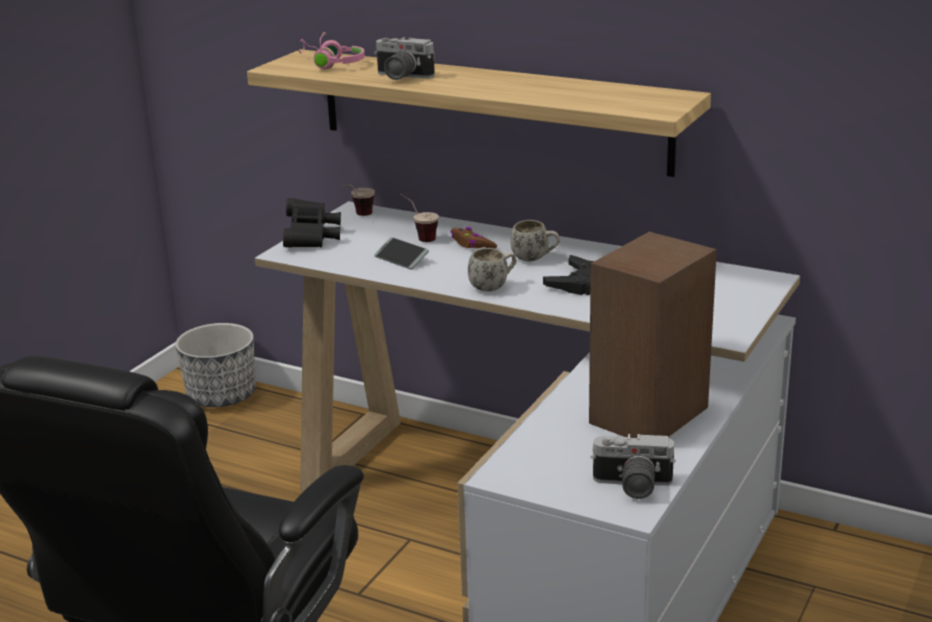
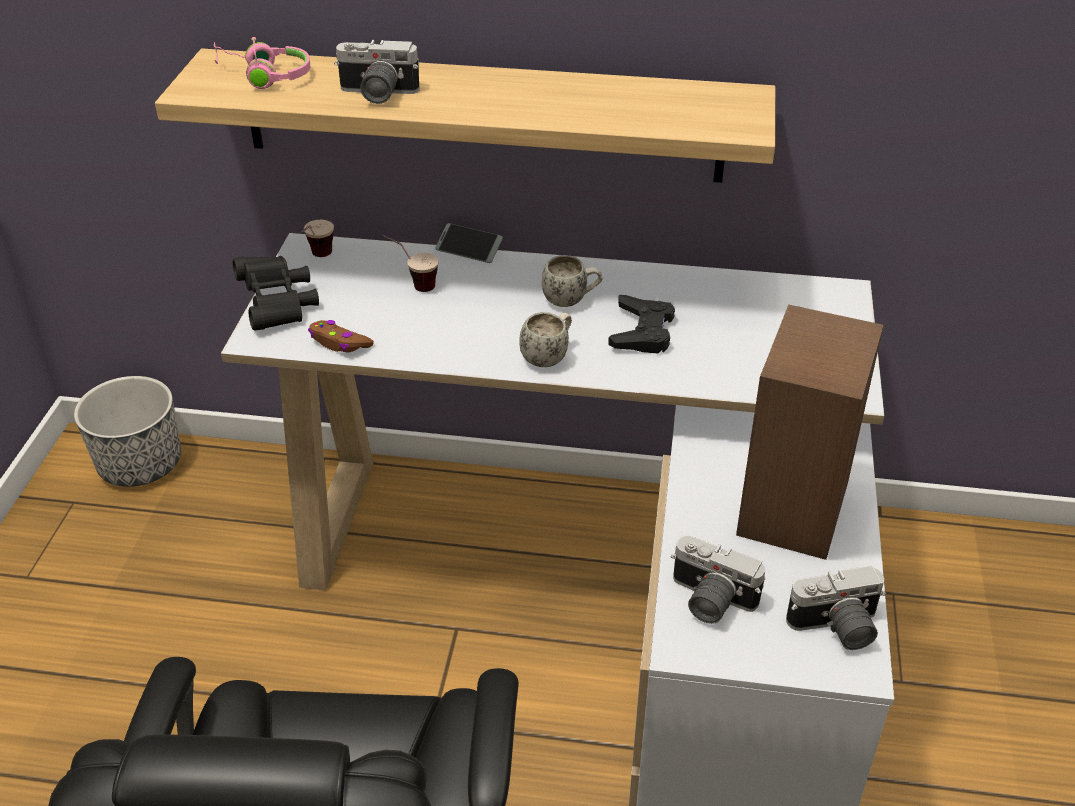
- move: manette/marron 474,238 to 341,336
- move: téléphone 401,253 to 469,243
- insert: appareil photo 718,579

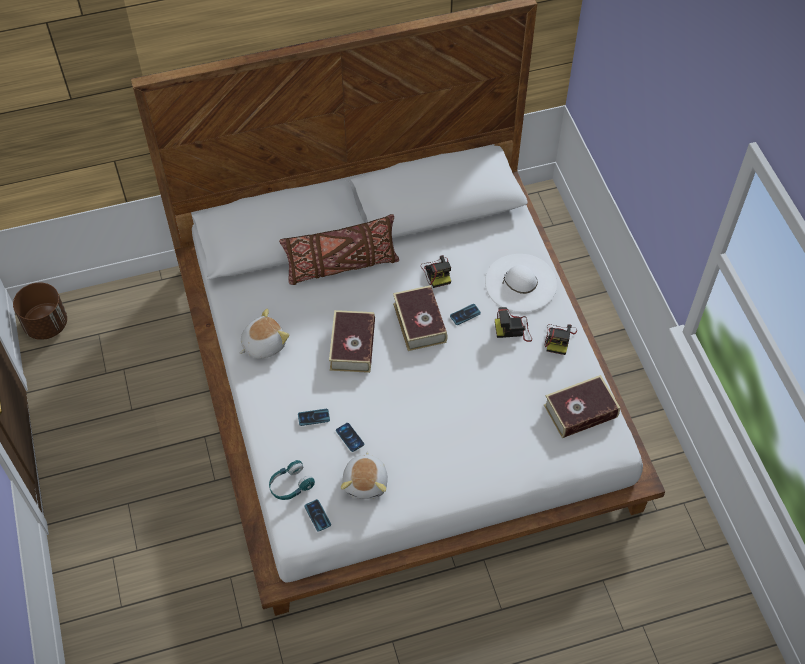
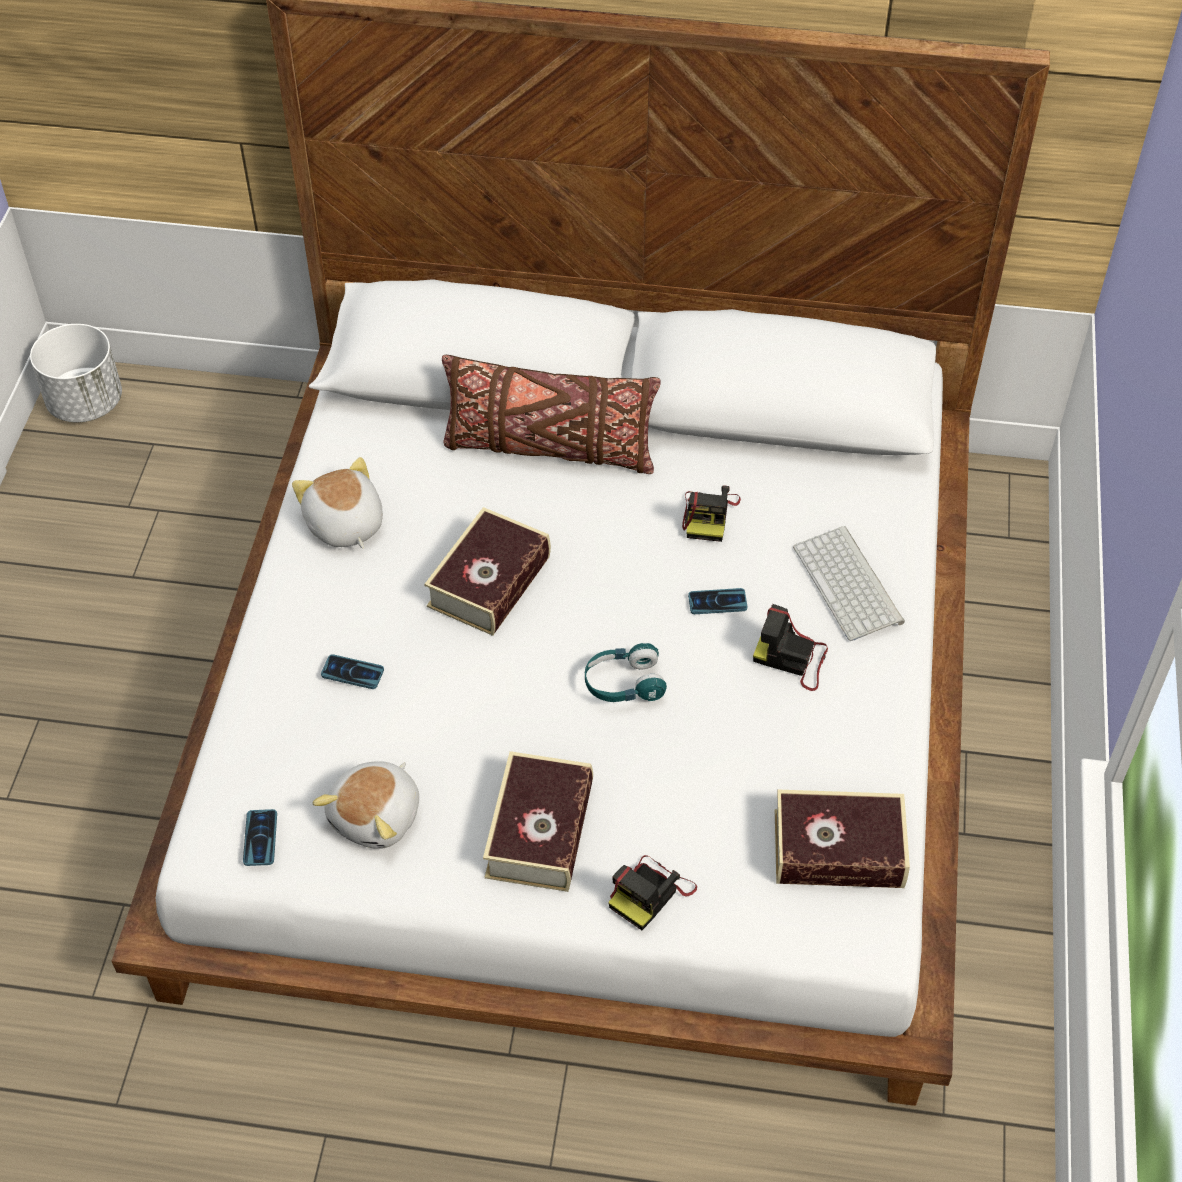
- recolor: cache-pot/marron 40,311 to cache-pot/blanc 76,373
- rotate: peluche 264,333 = 337,503 105 degrees counterclockwise
- move: livre 420,318 to 538,821
- move: casque audio/turquoise 292,480 to 626,672
- move: appareil photo 561,339 to 652,892
- replace: chapeau/blanc 521,283 to clavier 849,583
- delete: téléphone 350,437

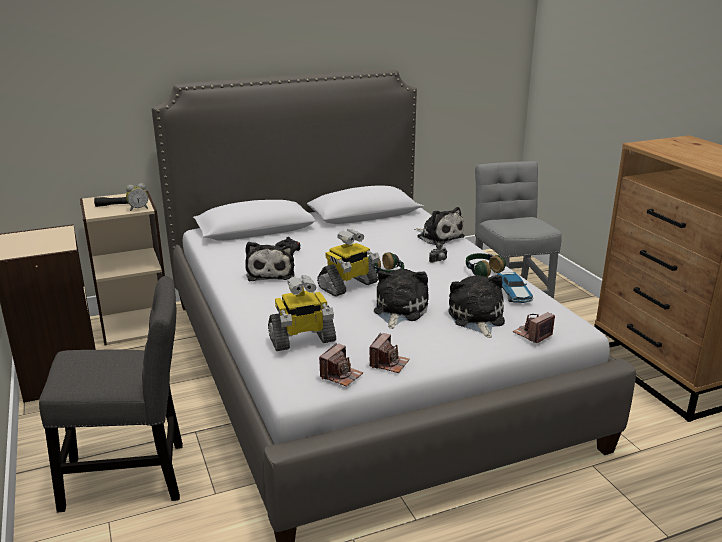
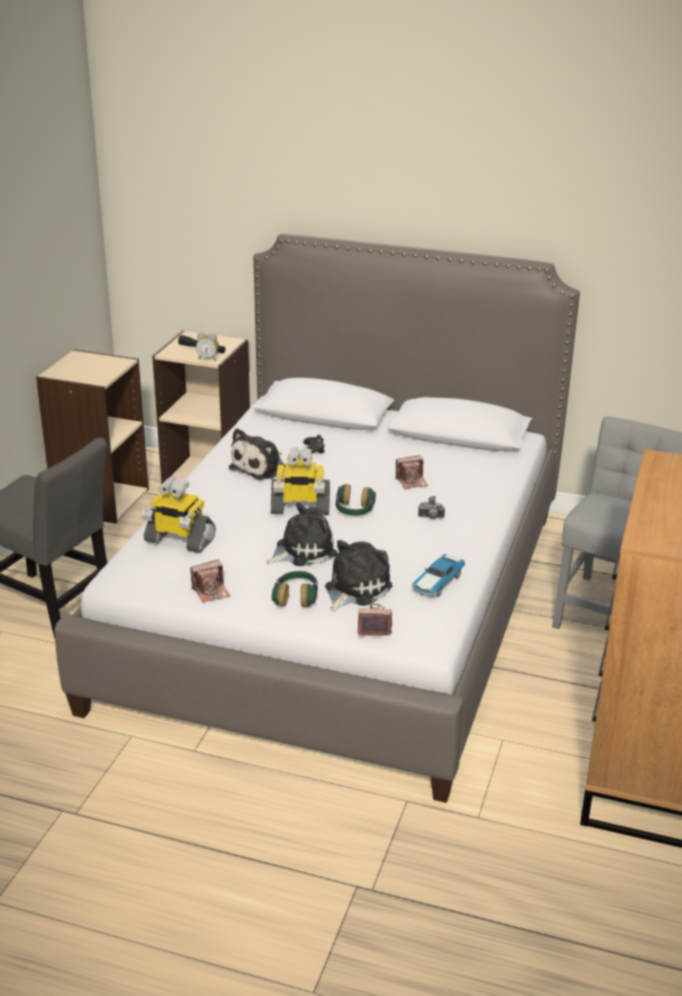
- move: casque audio 486,265 to 295,589
- move: appareil photo 341,365 to 411,472
- delete: peluche 439,226

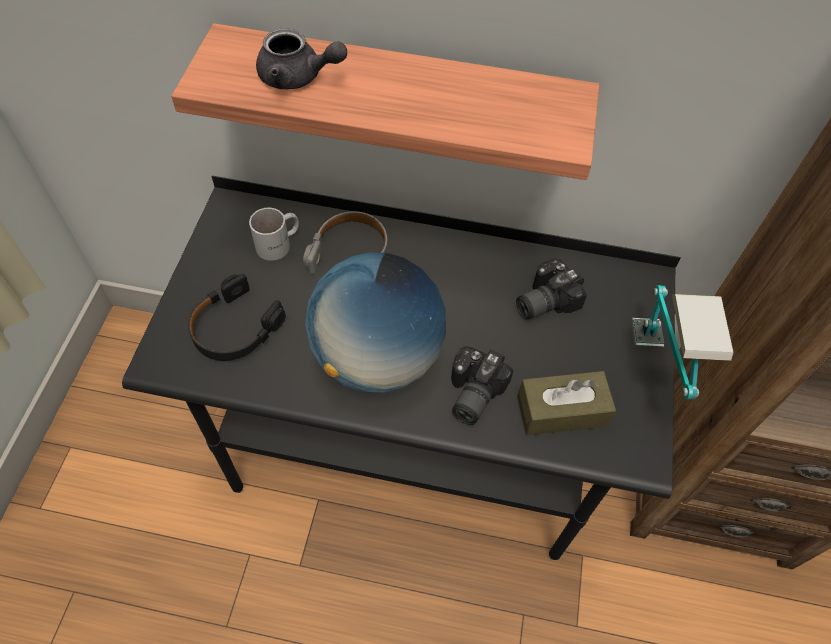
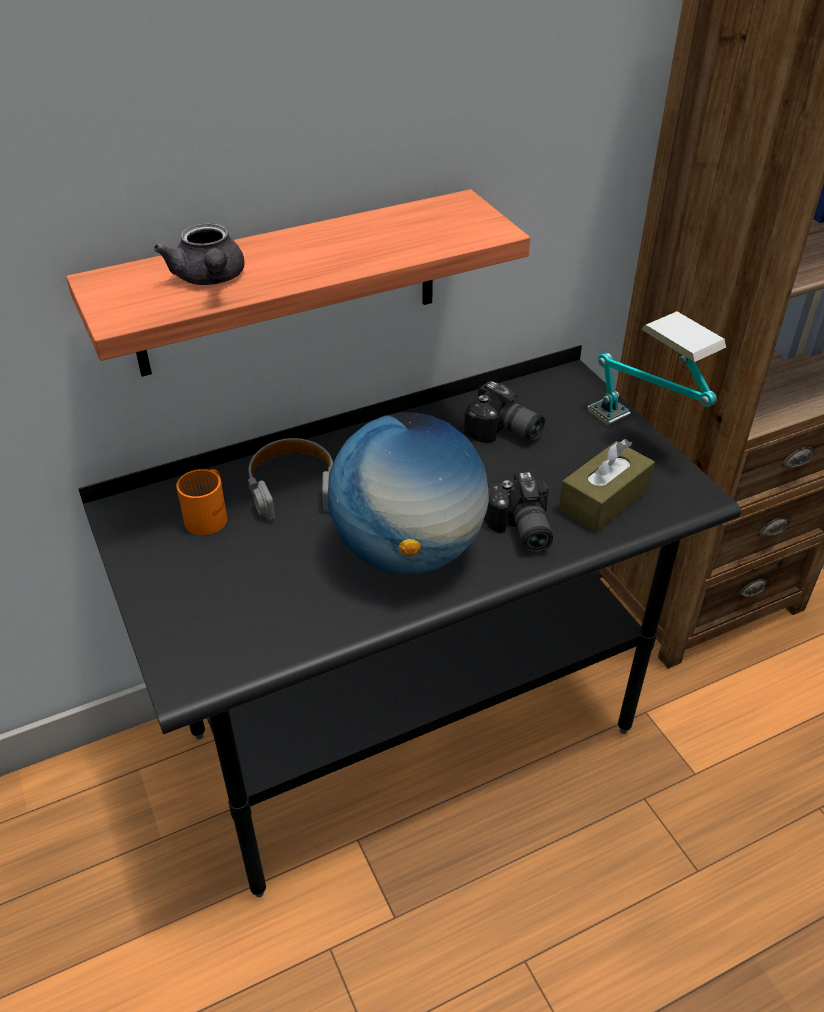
- rotate: théière/gris 301,58 = 199,254 90 degrees clockwise
- recolor: mug/blanc 274,234 to mug/orange 201,502
- rotate: appareil photo 551,289 = 504,412 75 degrees counterclockwise
- delete: casque audio/noir 237,317

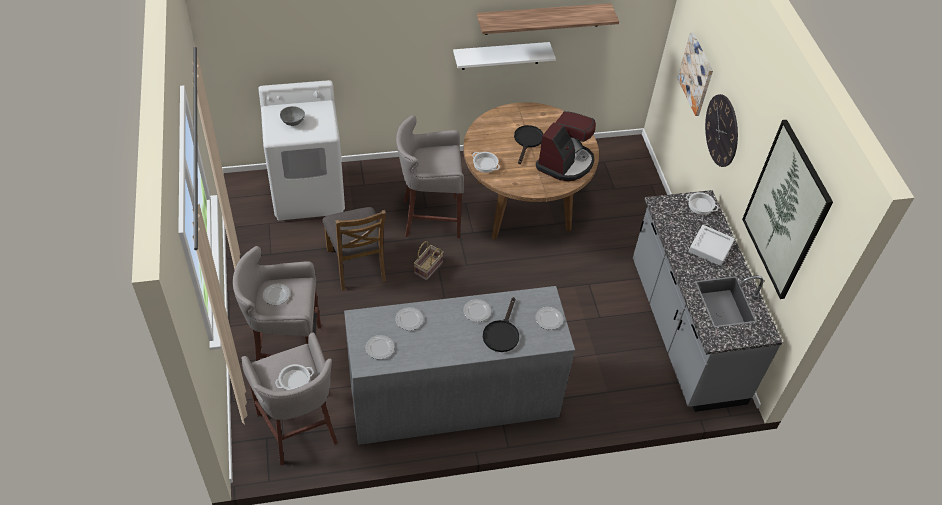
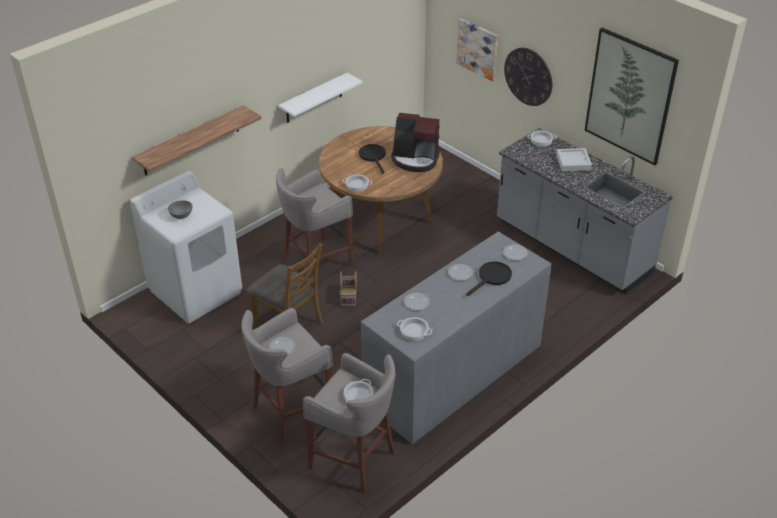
- move: étagère 548,19 to 197,140
- rotate: machine à café 566,146 = 416,142 105 degrees clockwise
- replace: assiette 379,347 to marmite 415,329
- rotate: poêle/noir 501,324 = 489,279 120 degrees counterclockwise

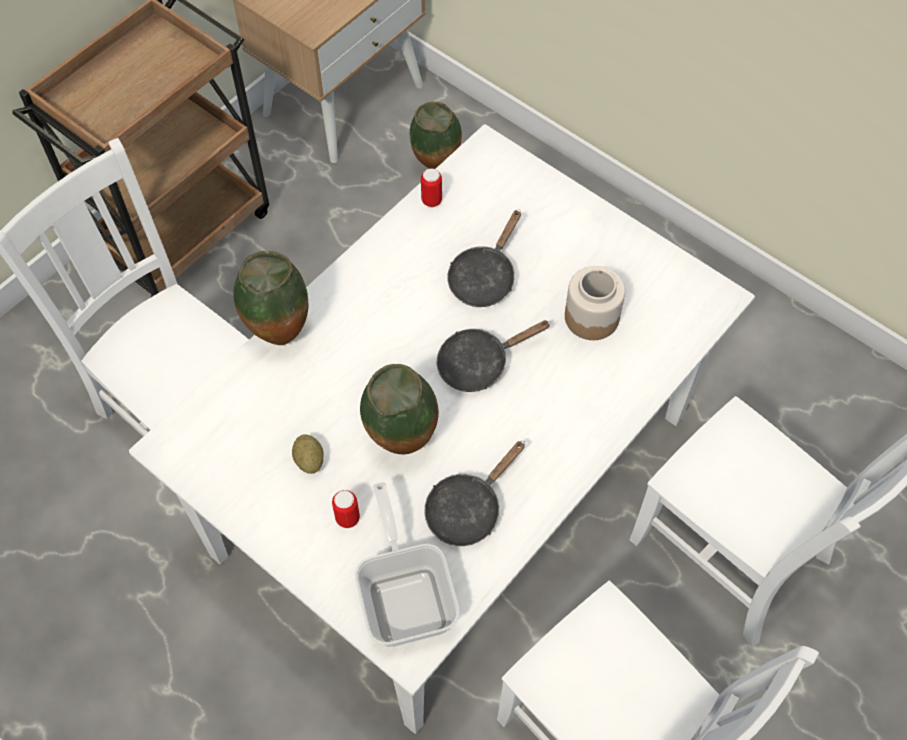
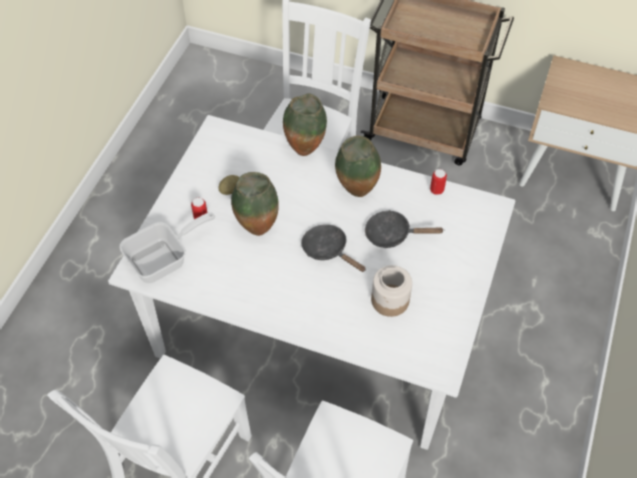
- move: vase 436,135 to 358,166
- delete: poêle/noir 474,493

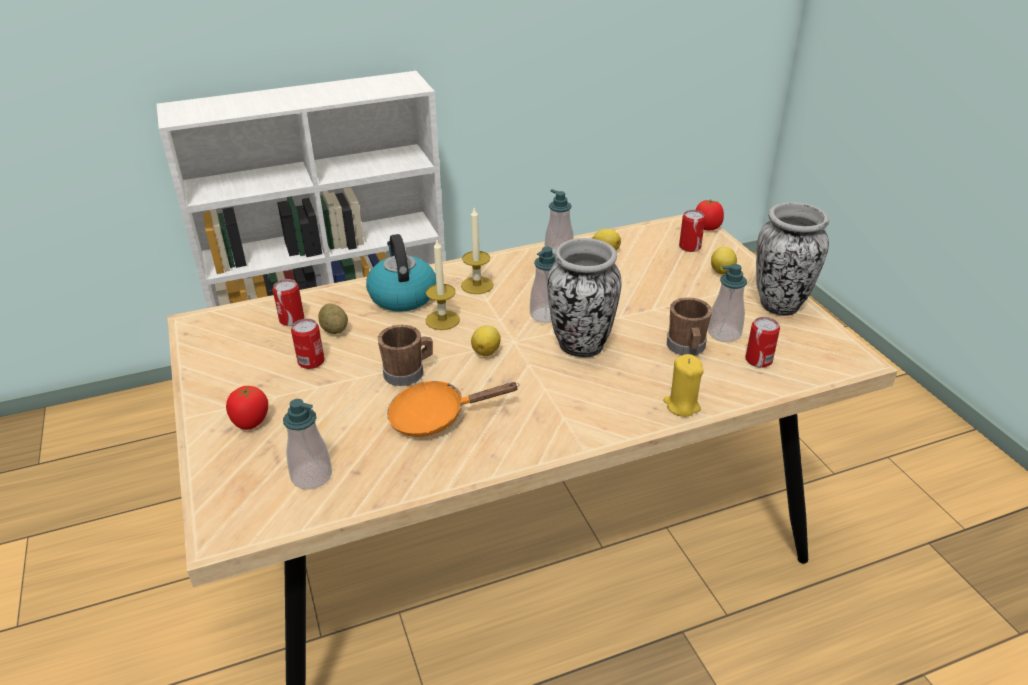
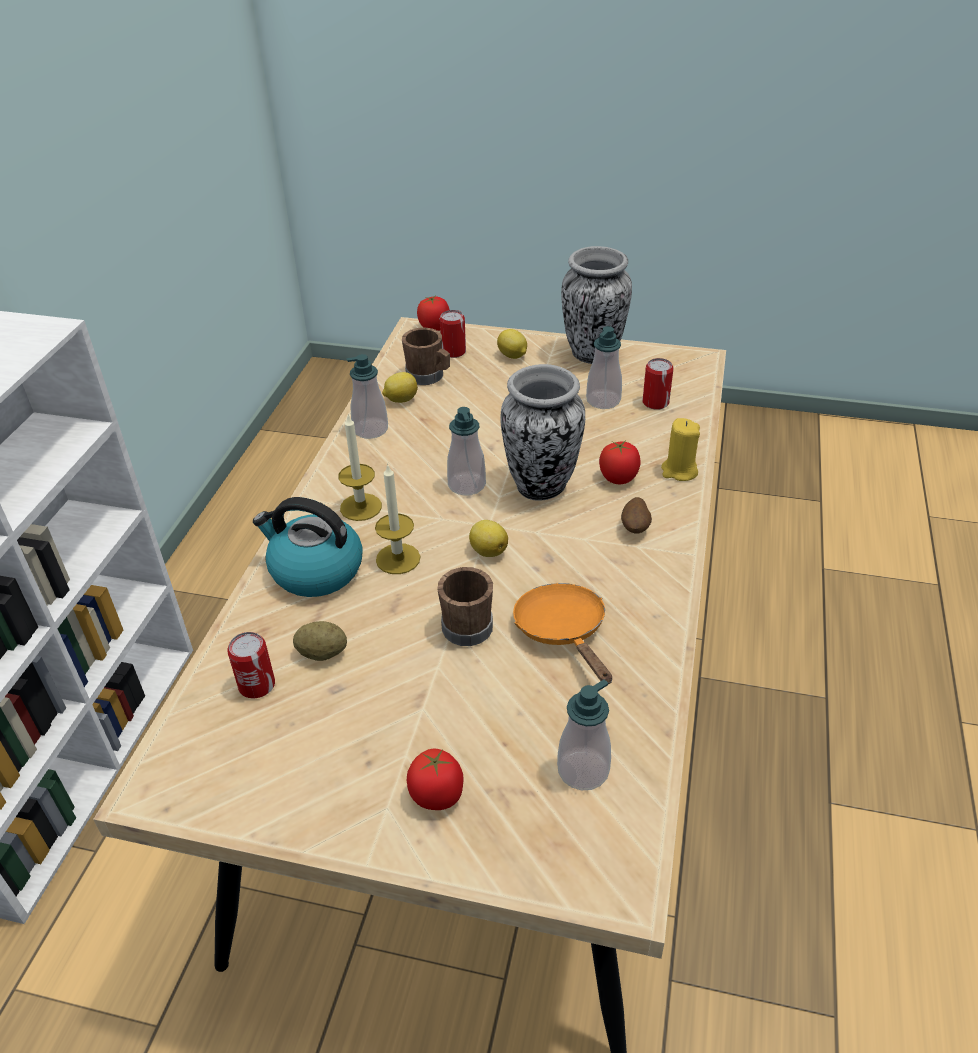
- move: mug/marron 689,326 to 426,356
- rotate: poêle/orange 452,409 = 562,633 135 degrees clockwise
- insert: tomate 620,462
- insert: pomme de terre 636,515
- delete: boîte métallique 308,344

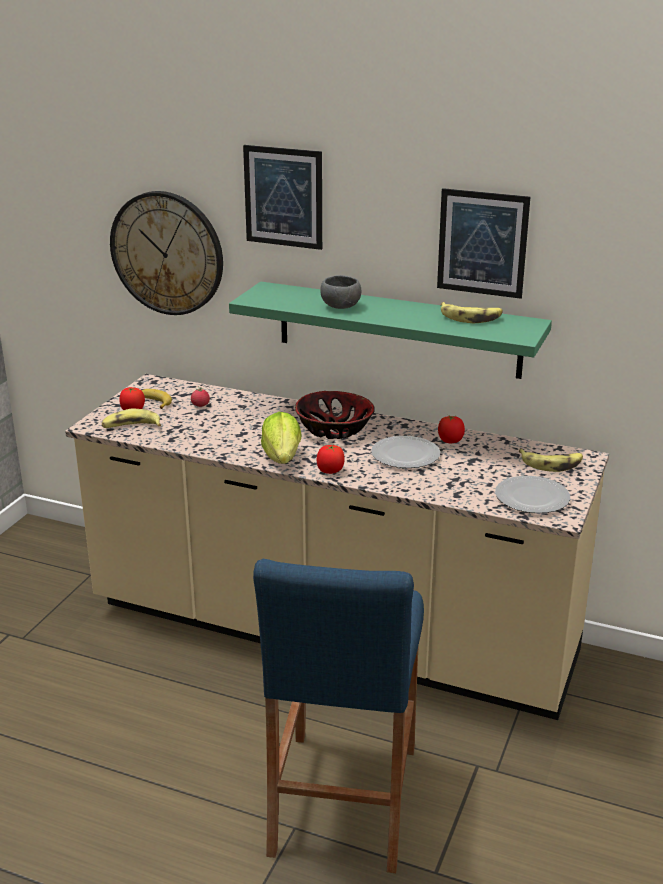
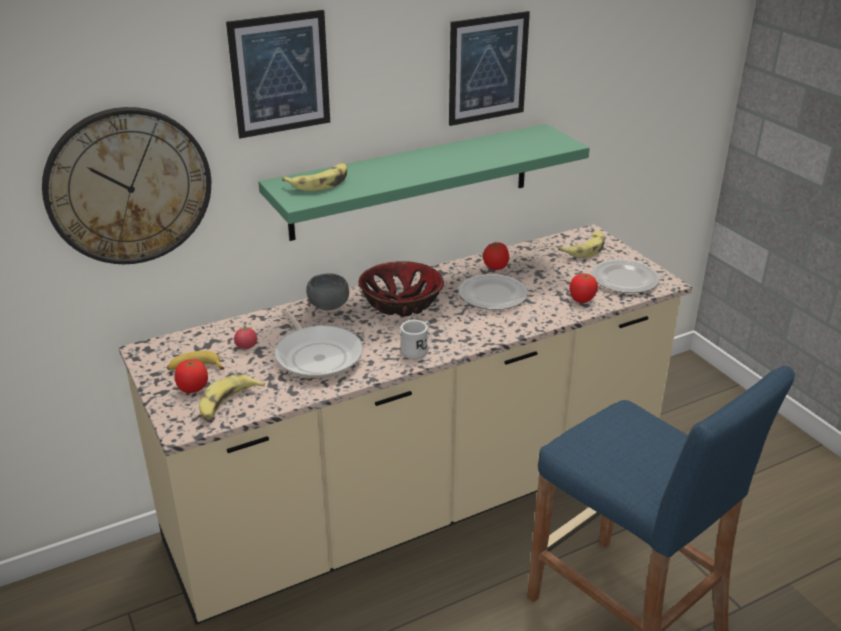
- insert: poêle 318,343
- move: banane 472,312 to 314,177
- move: bol/gris 340,292 to 327,291
- replace: laitue 281,438 to mug/blanc 415,339
- move: tomate 331,459 to 583,288

